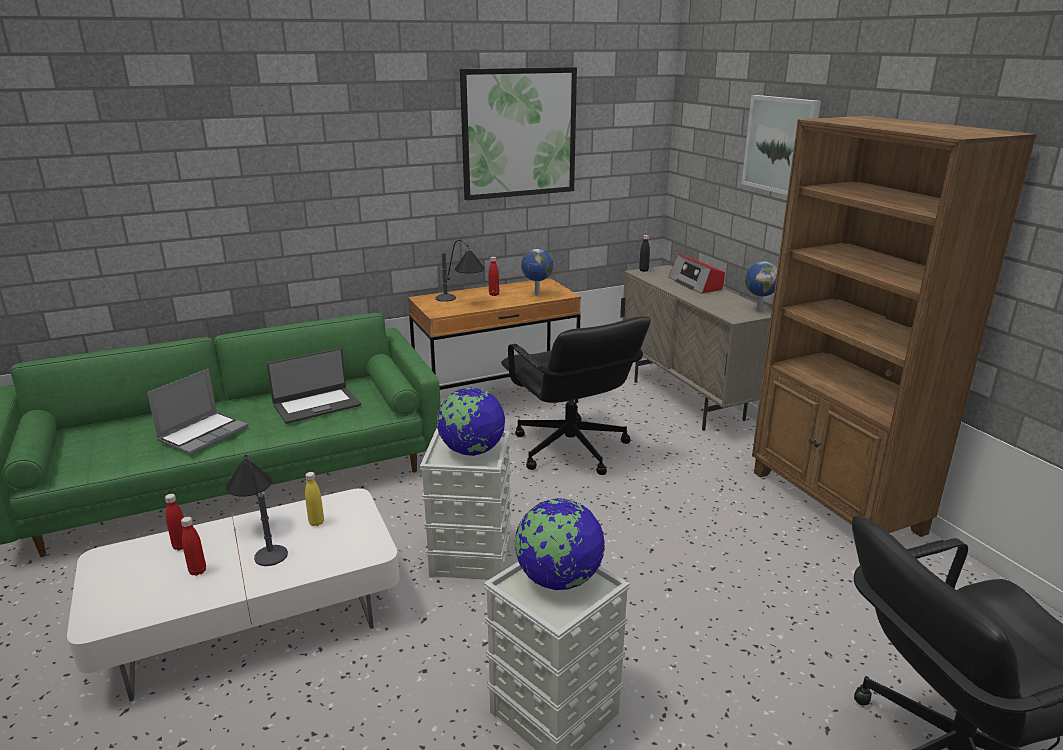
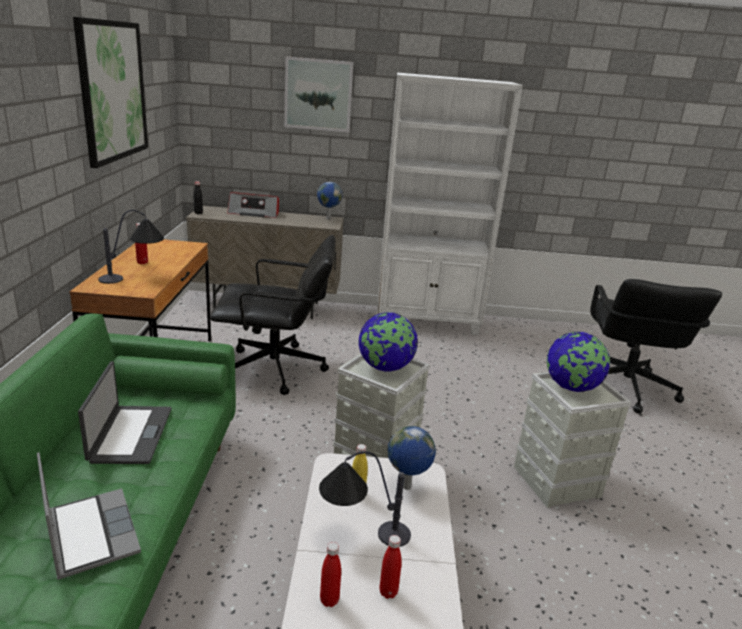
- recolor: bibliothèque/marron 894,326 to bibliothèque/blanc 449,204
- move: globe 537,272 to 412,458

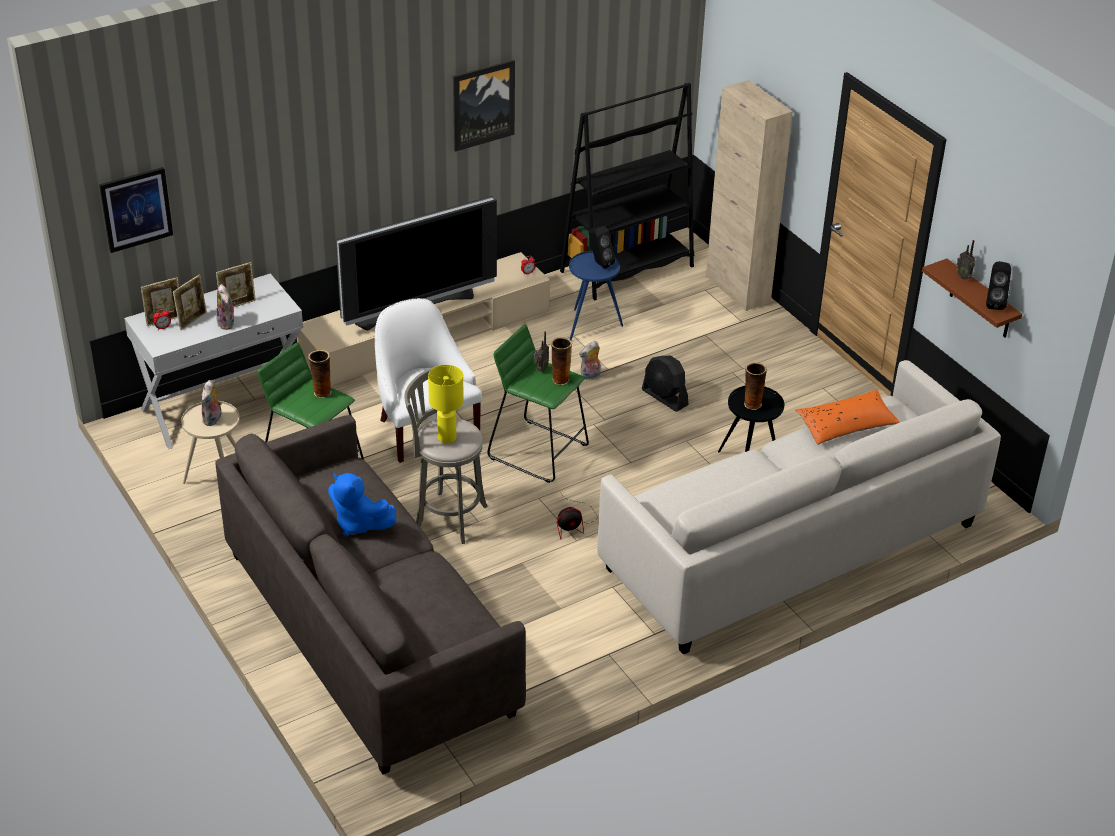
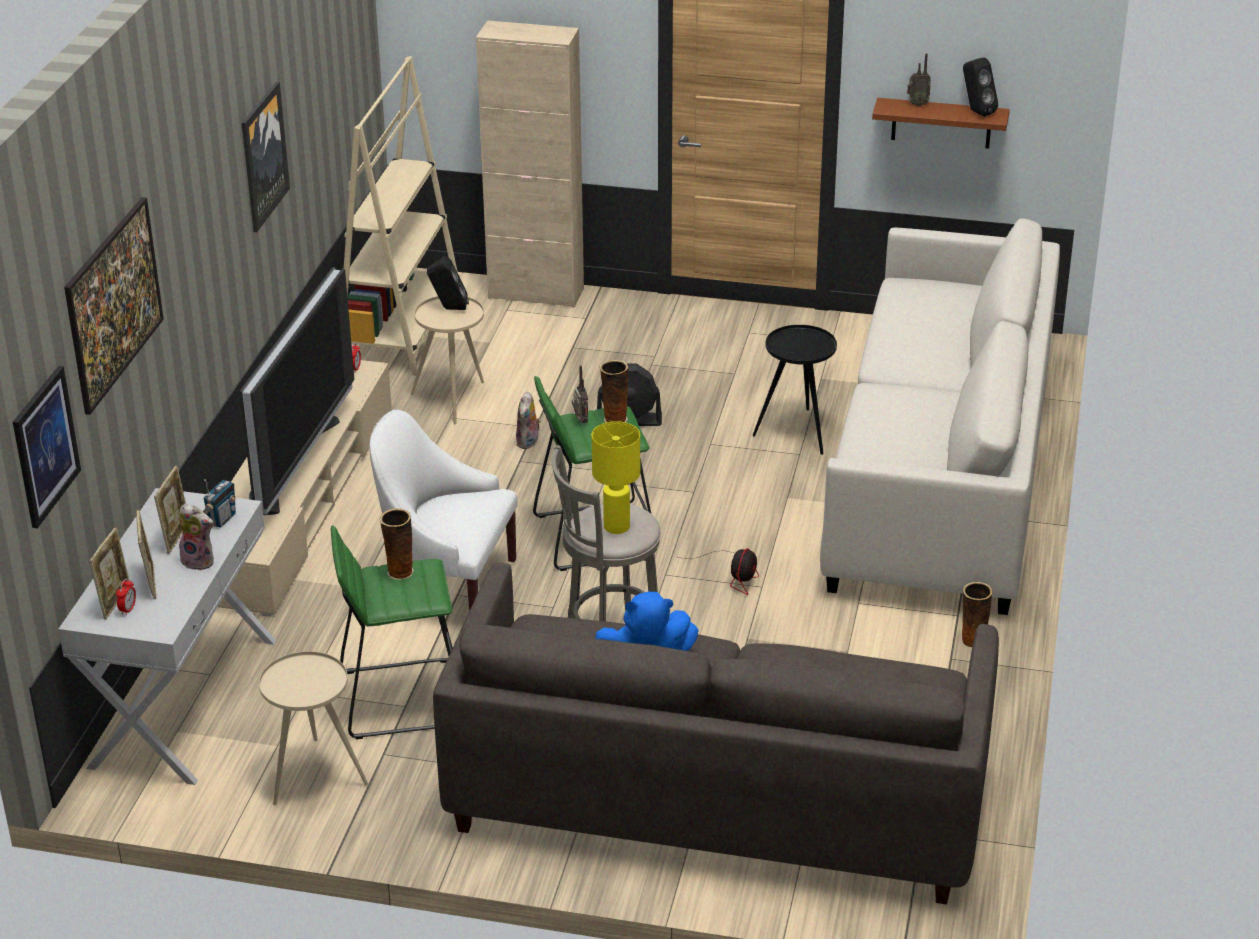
- insert: tableau 114,306
- insert: radio 219,503
- recolor: bibliothèque/noir 627,191 to bibliothèque/beige 402,216
- recolor: table d'appoint/bleu 596,295 to table d'appoint/beige 447,360
- move: vase 755,386 to 976,615
- delete: peluche 211,403
- delete: coussin/orange 847,417

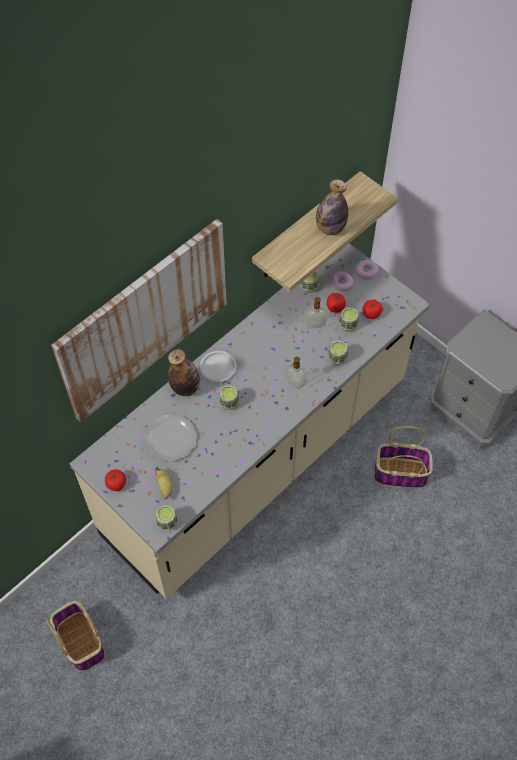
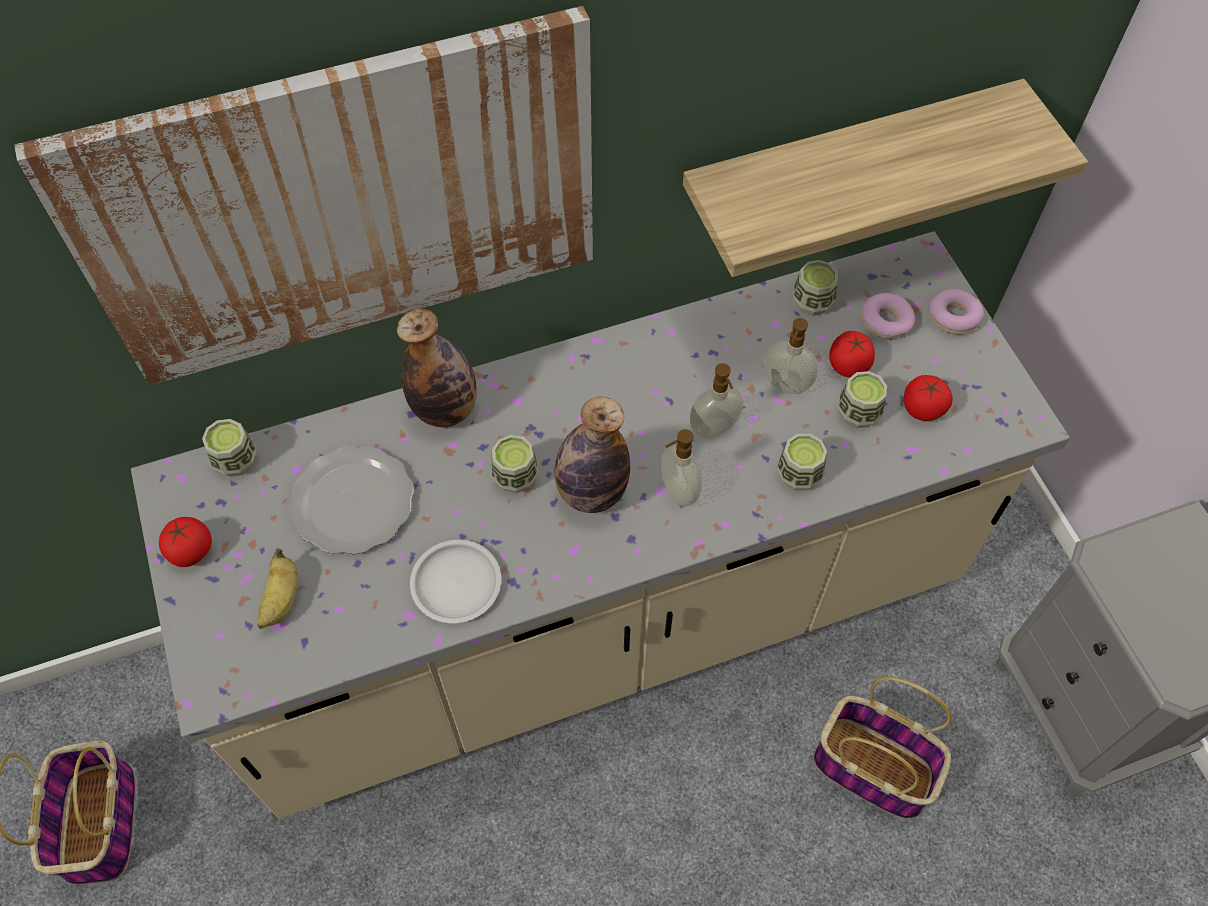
- move: tasse 167,518 to 229,448
- move: assiette/blanc 218,366 to 455,581
- move: bouteille 332,207 to 592,455
- insert: distributeur de savon 716,400

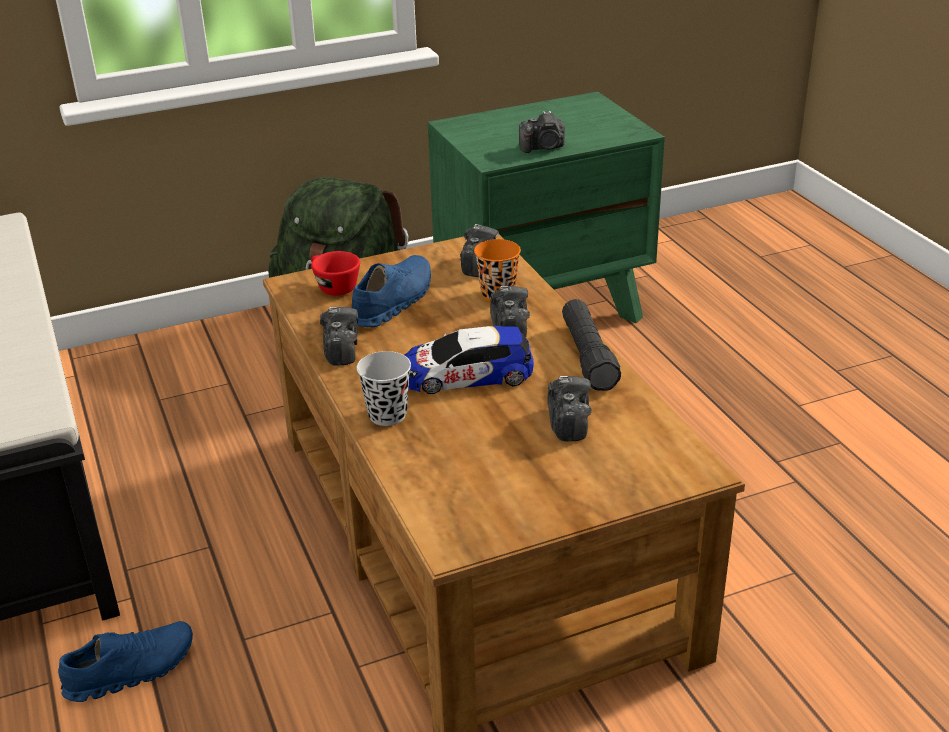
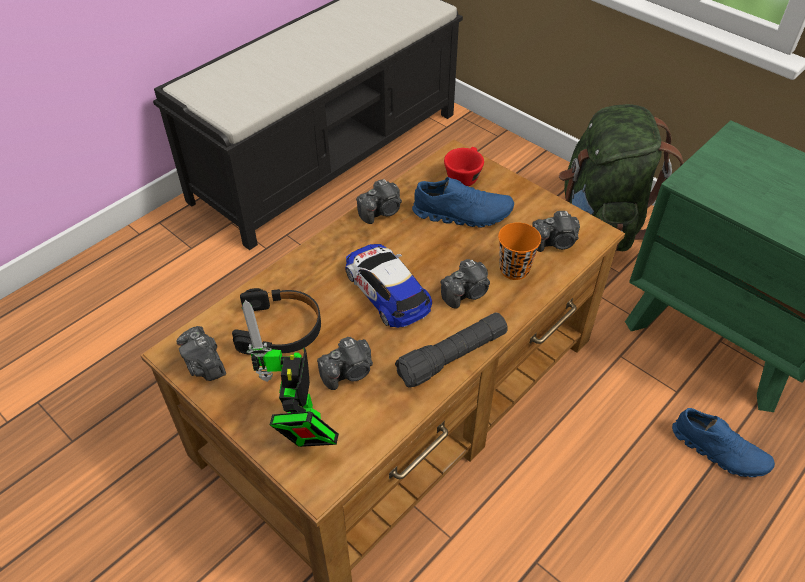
- move: appareil photo 542,132 to 201,353
- insert: casque audio/noir 276,321
- insert: robot jouet 290,373
- move: chaussure/bleu 125,661 to 723,442
- delete: tasse/noir 384,388

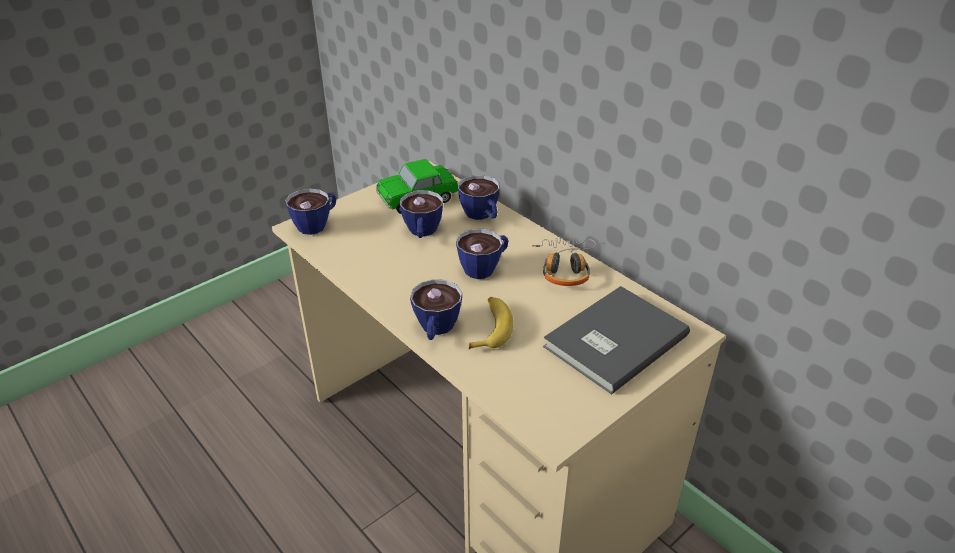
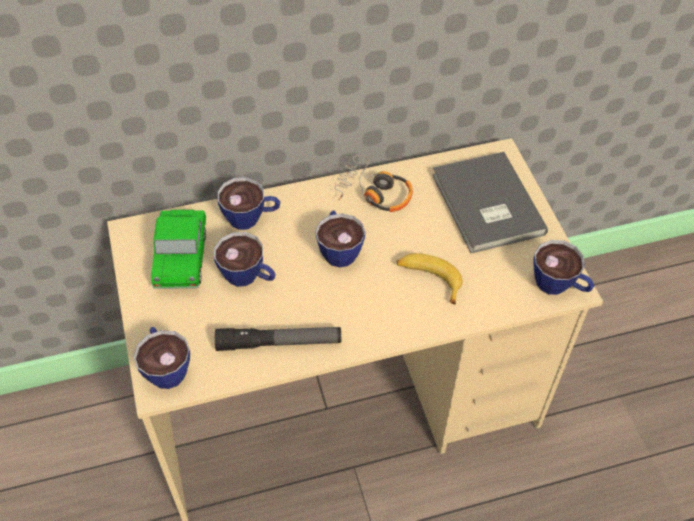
- insert: lampe de poche 278,339
- move: tasse 436,309 to 563,267

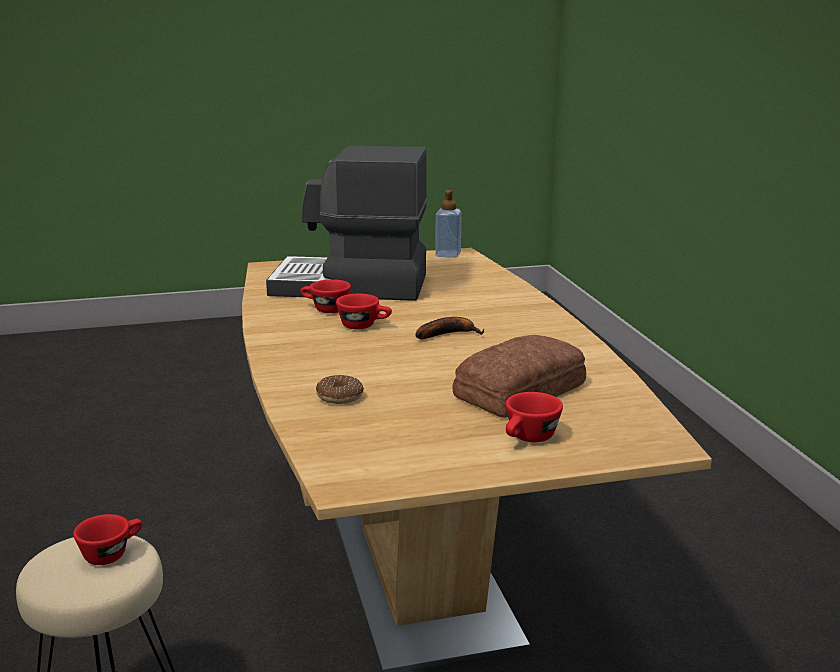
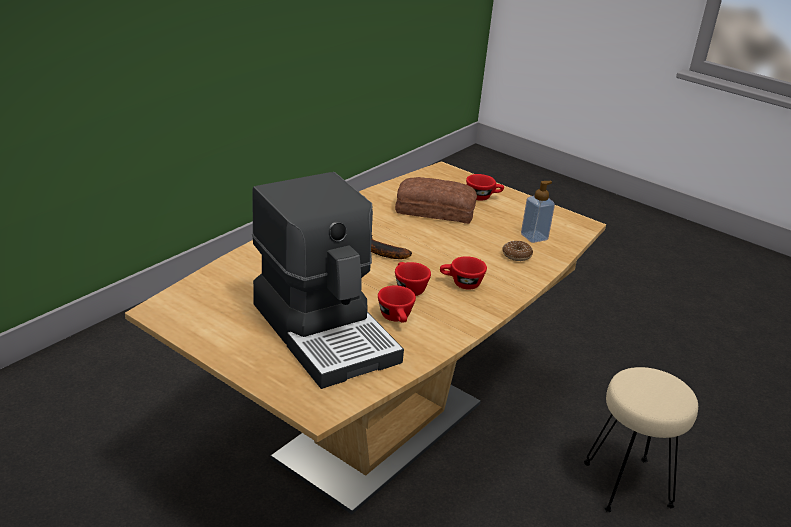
- move: tasse/rouge 107,539 to 463,273
- move: distributeur de savon 448,224 to 538,212

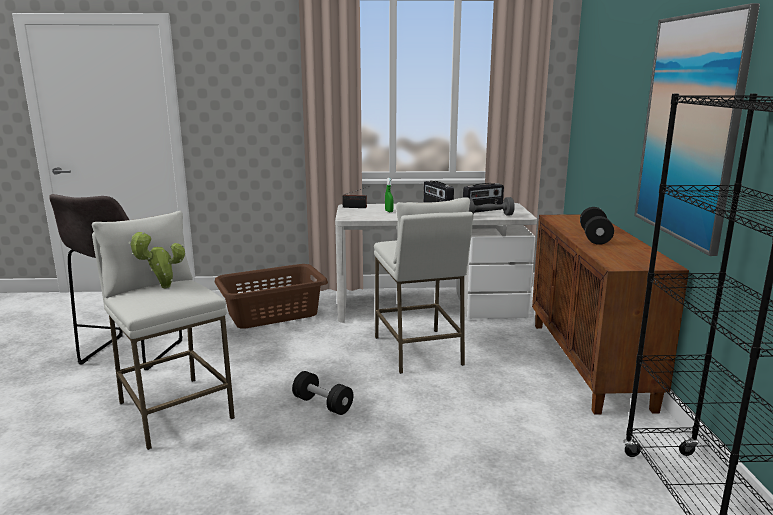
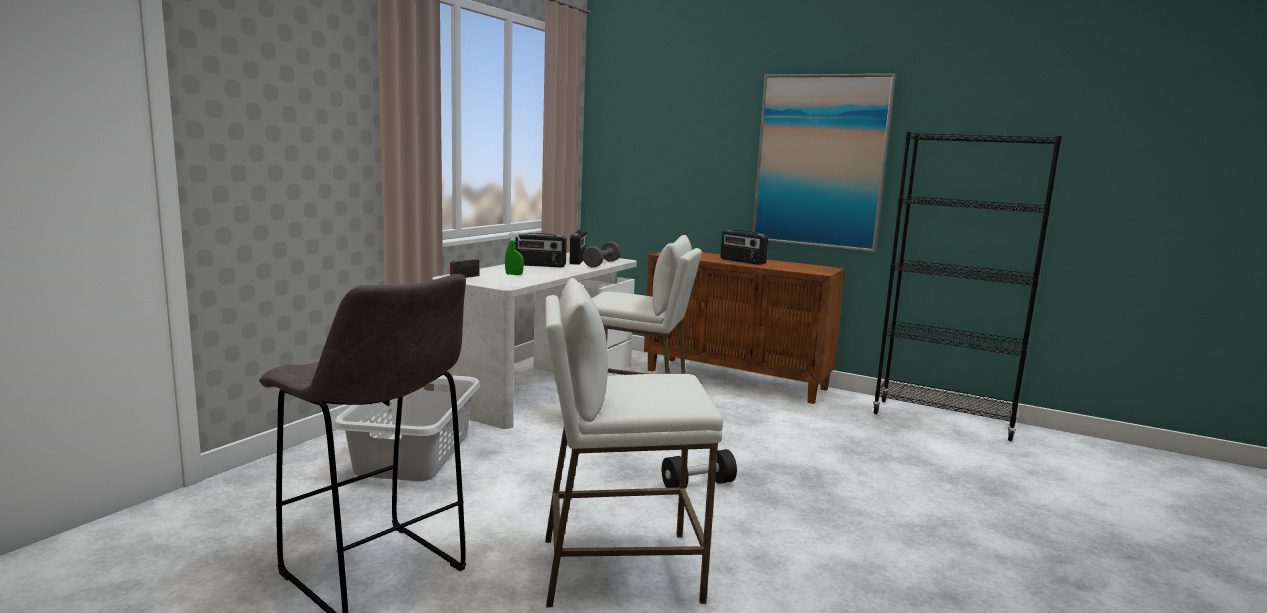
- recolor: panier à linge/marron 271,296 to panier à linge/gris 406,428
- replace: haltère/noir 597,226 to radio 744,247
- delete: plante en pot 157,260

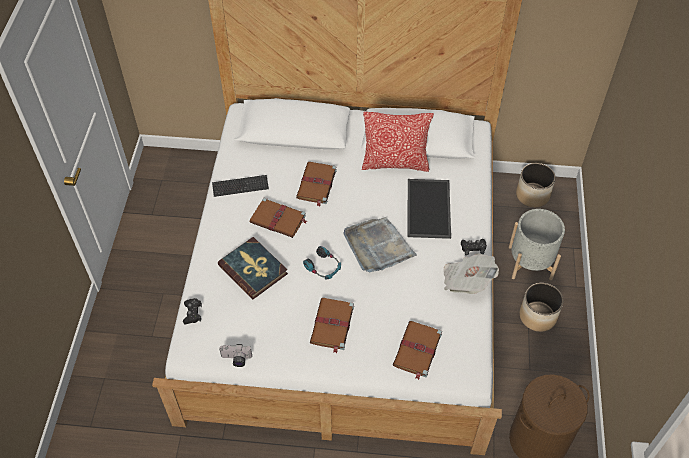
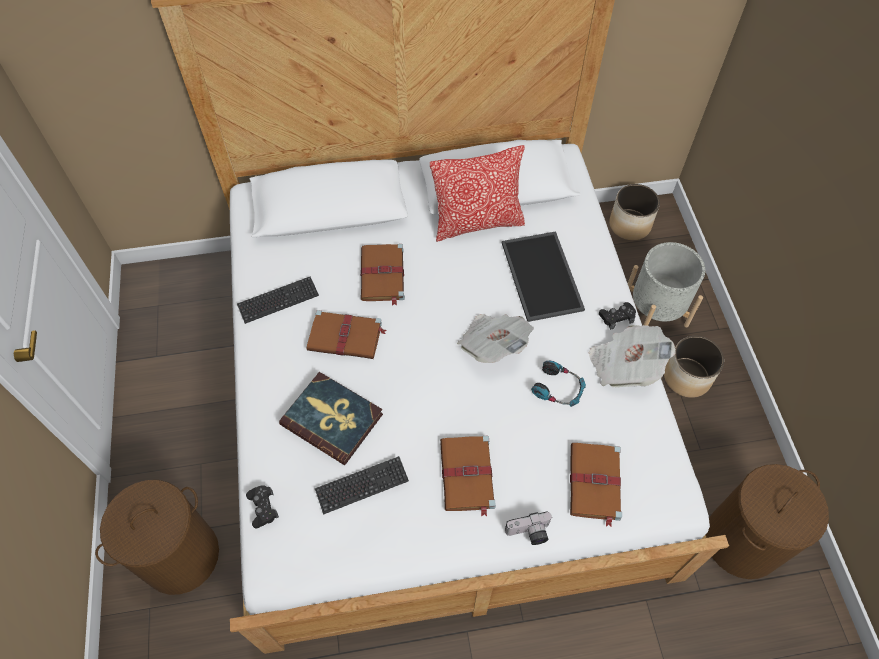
- insert: panier à linge/marron 157,537
- insert: clavier 362,485
- replace: plateau/gris 380,245 to journal 495,338
- move: appareil photo 235,355 to 529,528
- move: casque audio 322,262 to 558,384

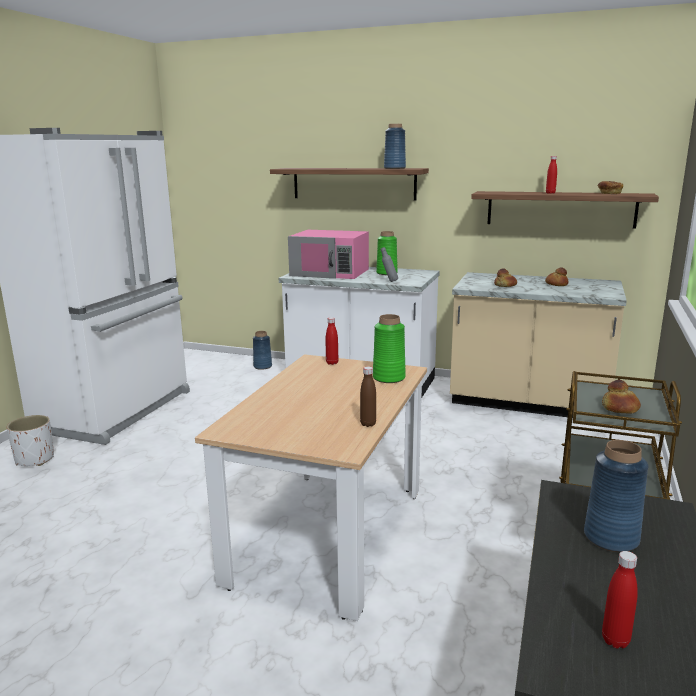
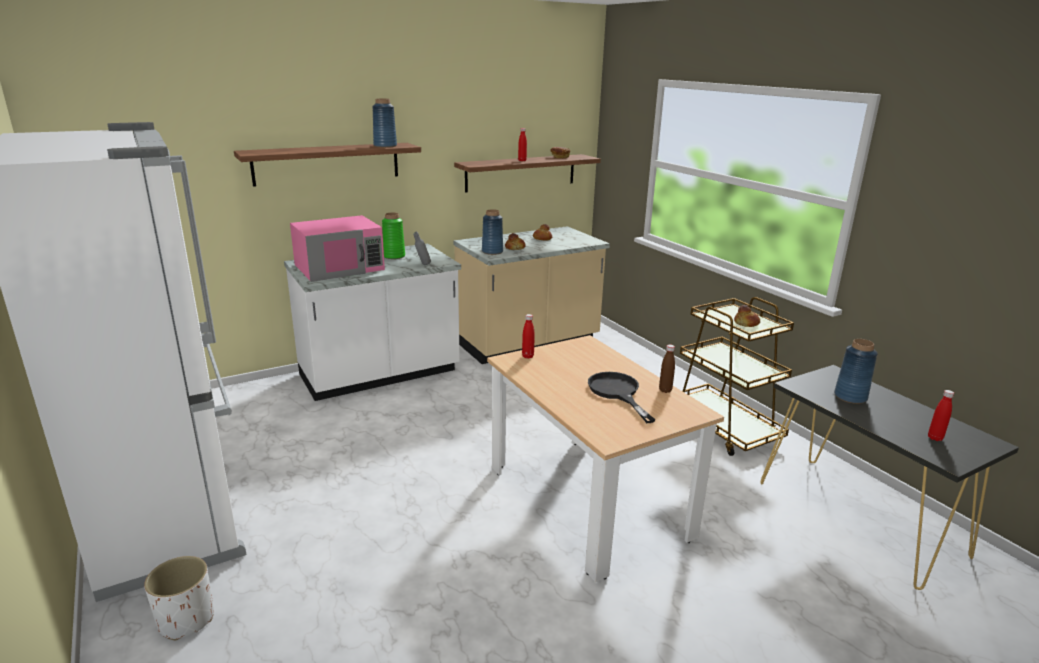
- move: vase/bleu 262,350 to 492,232
- insert: poêle/noir 621,397
- delete: vase/vert 389,348

